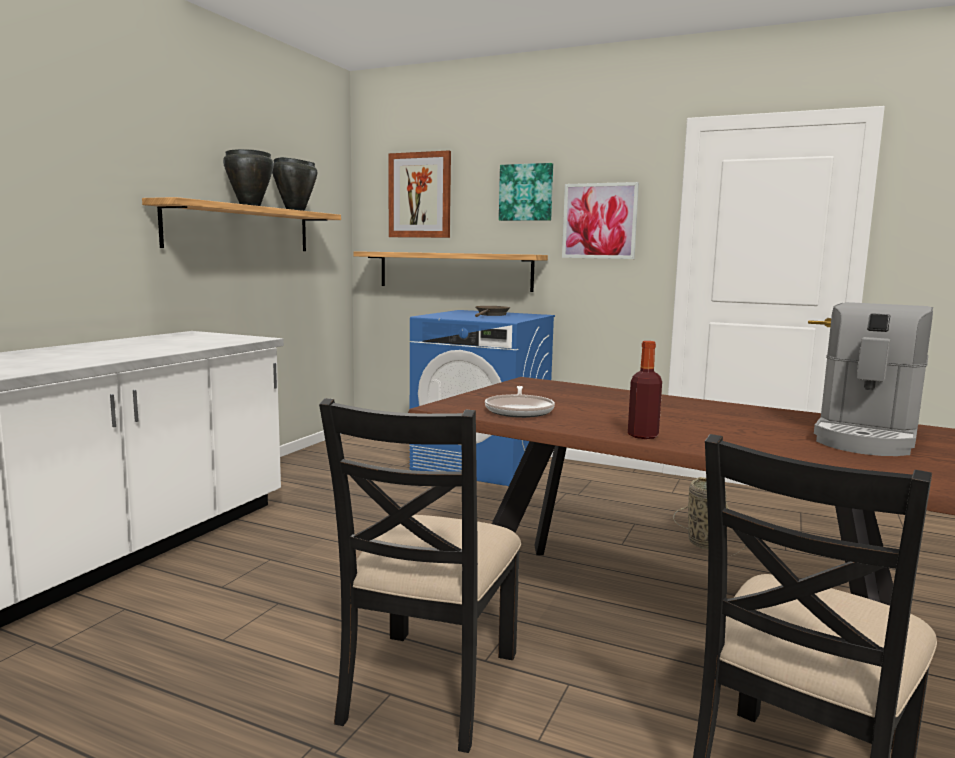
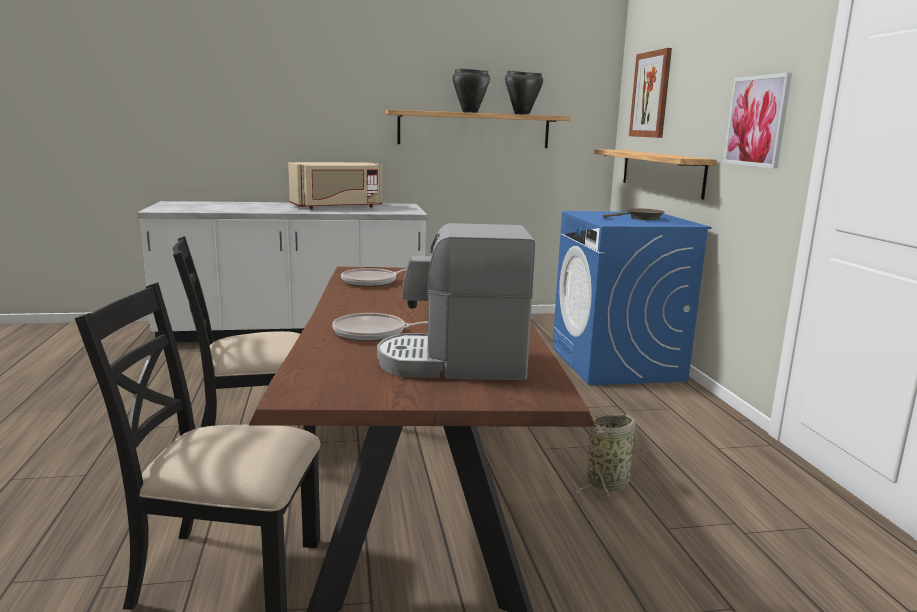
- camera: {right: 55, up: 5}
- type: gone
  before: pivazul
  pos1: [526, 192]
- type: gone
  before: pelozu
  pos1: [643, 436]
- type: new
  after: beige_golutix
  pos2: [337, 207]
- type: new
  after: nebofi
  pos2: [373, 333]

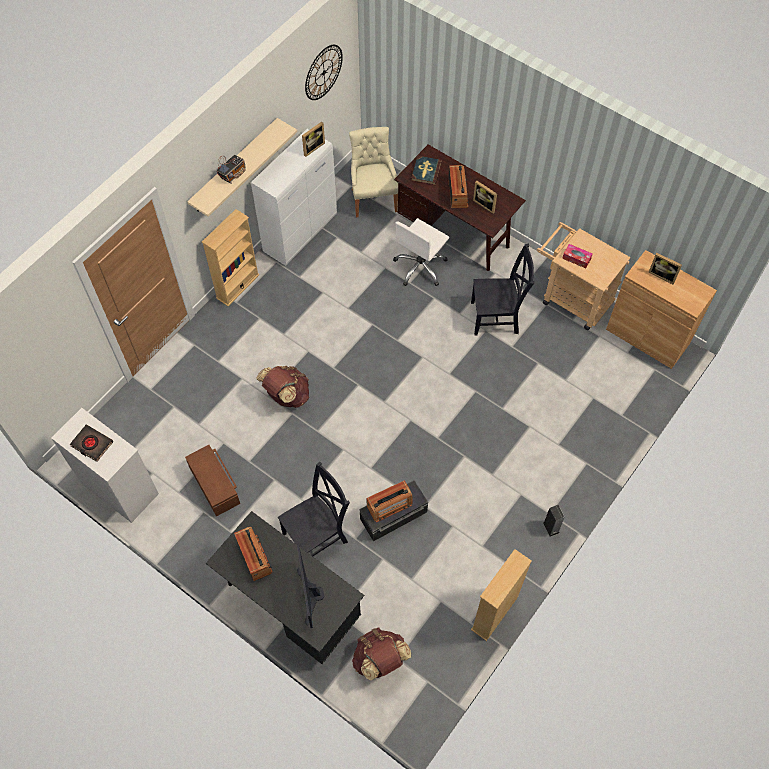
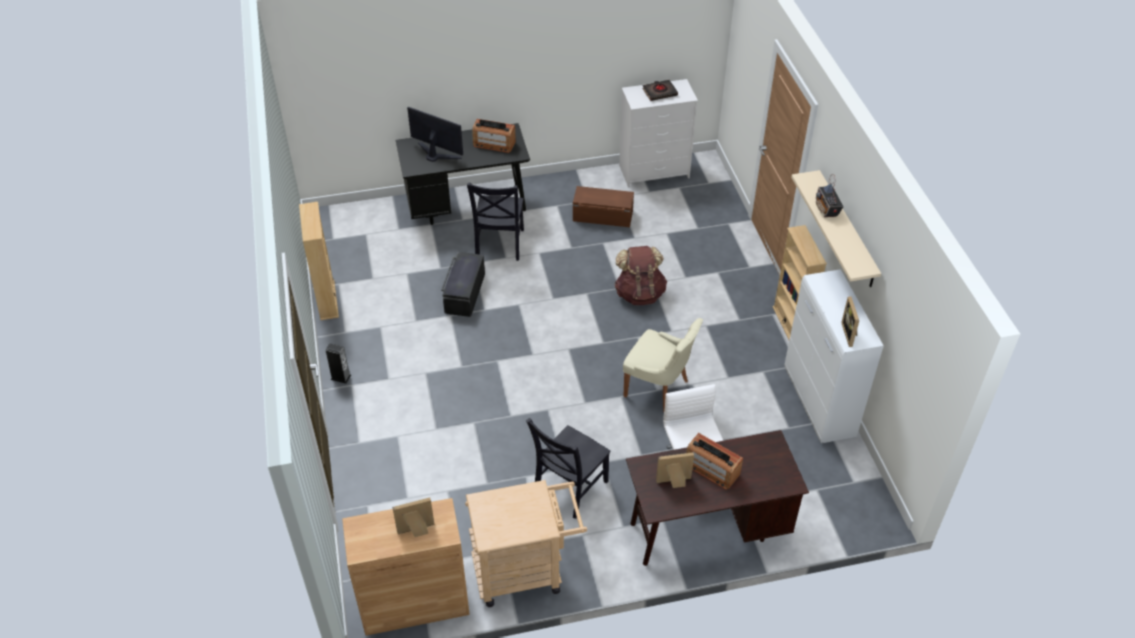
- camera: {right: 130, up: -15}
- type: gone
  before: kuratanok
  pos1: [323, 72]
- type: gone
  before: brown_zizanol
  pos1: [380, 660]
- type: gone
  before: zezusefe
  pos1: [389, 505]
- type: gone
  before: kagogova
  pos1: [426, 171]
- type: gone
  before: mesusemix
  pos1: [576, 258]
- type: shifted
  before: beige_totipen
  pos1: [373, 198]
  pos2: [658, 389]

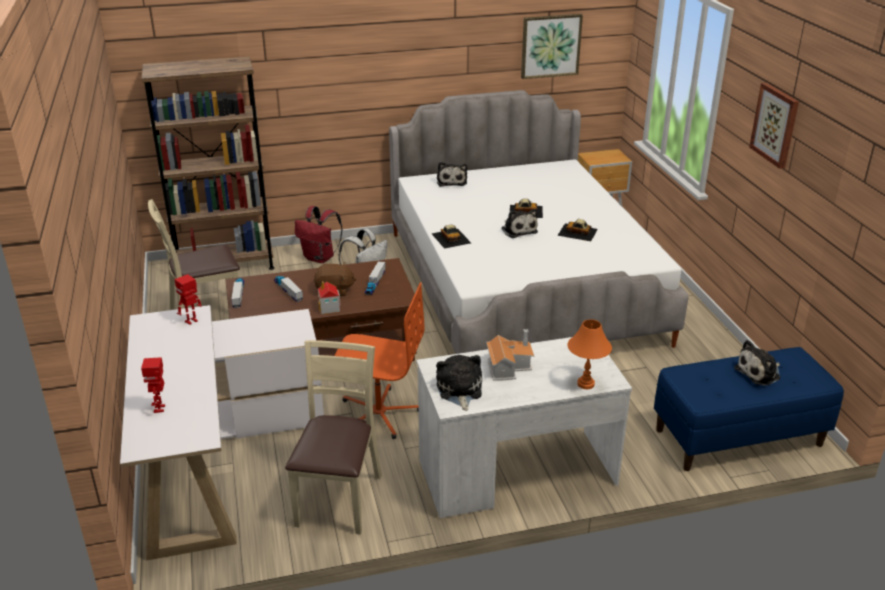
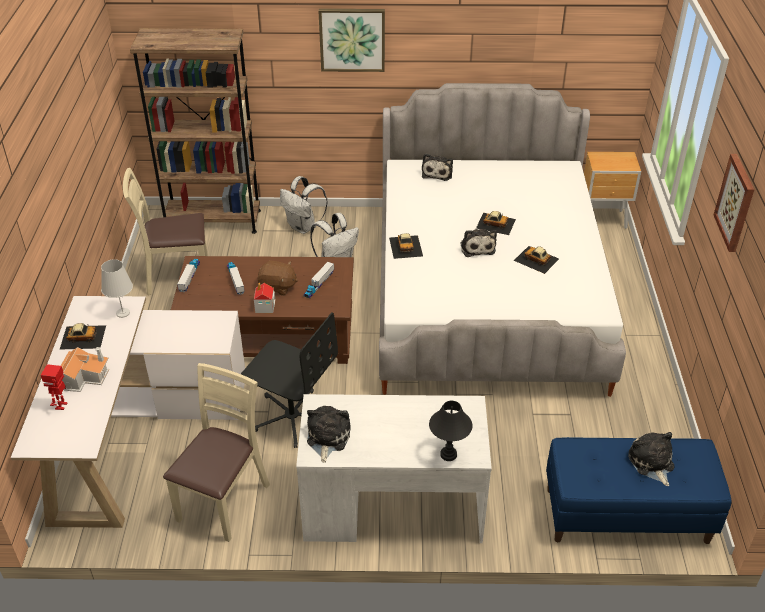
- camera: {right: 15, up: 10}
- type: new
  after: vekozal
  pos2: [82, 337]
- type: shifted
  before: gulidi
  pos1: [508, 366]
  pos2: [84, 376]
- type: shifted
  before: pivazul
  pos1: [550, 46]
  pos2: [352, 39]
- type: swapped
  before: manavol
  after: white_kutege
  pos1: [191, 321]
  pos2: [122, 313]
- type: repainted
  before: red_zizanol
  after: white_zizanol
  pos1: [320, 258]
  pos2: [303, 227]
- type: repainted
  before: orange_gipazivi
  after: black_gipazivi
  pos1: [378, 413]
  pos2: [292, 417]
- type: repainted
  before: orange_kutege
  after: black_kutege
  pos1: [585, 384]
  pos2: [448, 454]
- type: rotated
  before: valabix
  pos1: [759, 373]
  pos2: [651, 463]
  turn: 90

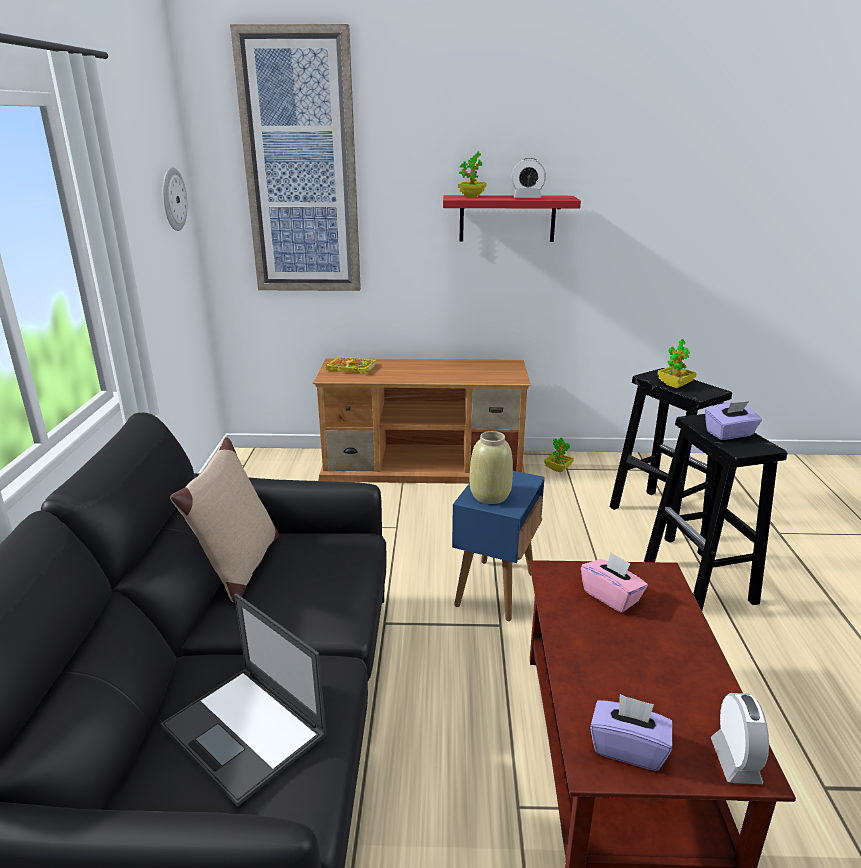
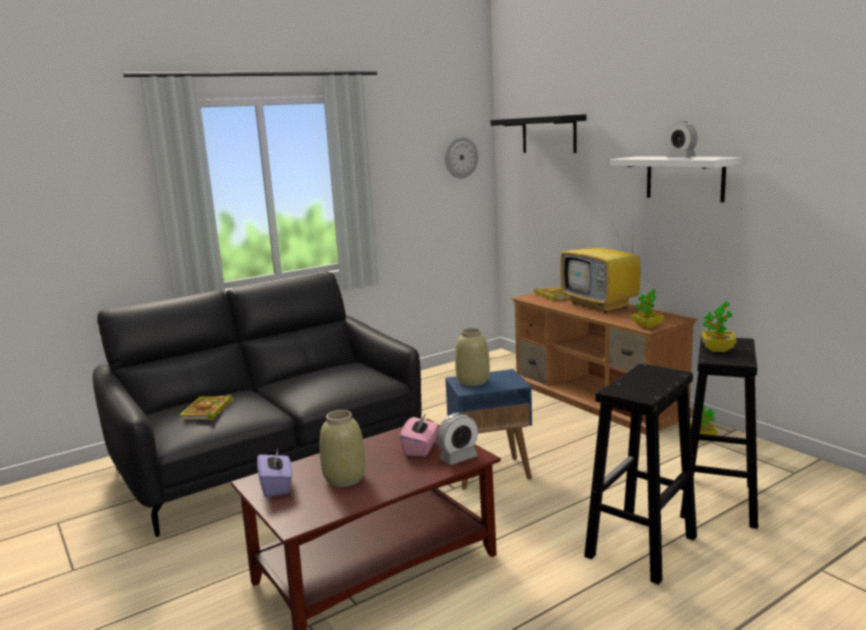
- camera: {right: 55, up: -10}
- type: gone
  before: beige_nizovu
  pos1: [239, 568]
- type: gone
  before: purple_mesusemix
  pos1: [729, 434]
- type: new
  after: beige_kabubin
  pos2: [345, 478]
- type: new
  after: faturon
  pos2: [601, 306]
- type: shifted
  before: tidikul
  pos1: [472, 196]
  pos2: [647, 326]
- type: shifted
  before: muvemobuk
  pos1: [735, 761]
  pos2: [458, 458]
- type: swapped
  before: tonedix
  after: kagogova
  pos1: [246, 732]
  pos2: [207, 411]
- type: swapped
  before: pivazul
  after: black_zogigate
  pos1: [301, 166]
  pos2: [549, 134]
- type: repainted
  before: red_zogigate
  after: white_zogigate
  pos1: [507, 218]
  pos2: [684, 178]

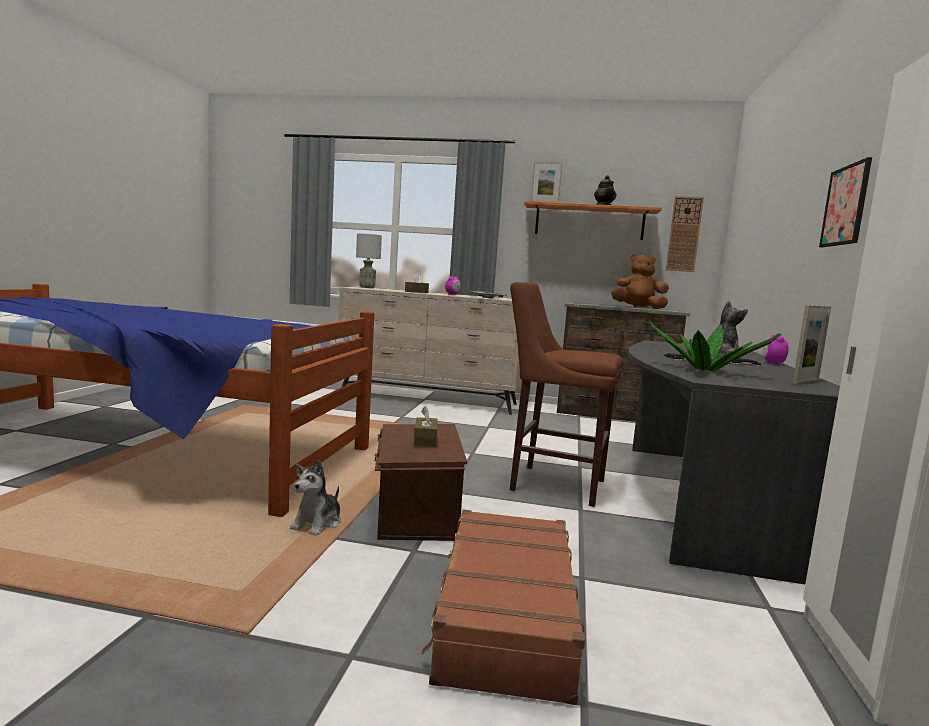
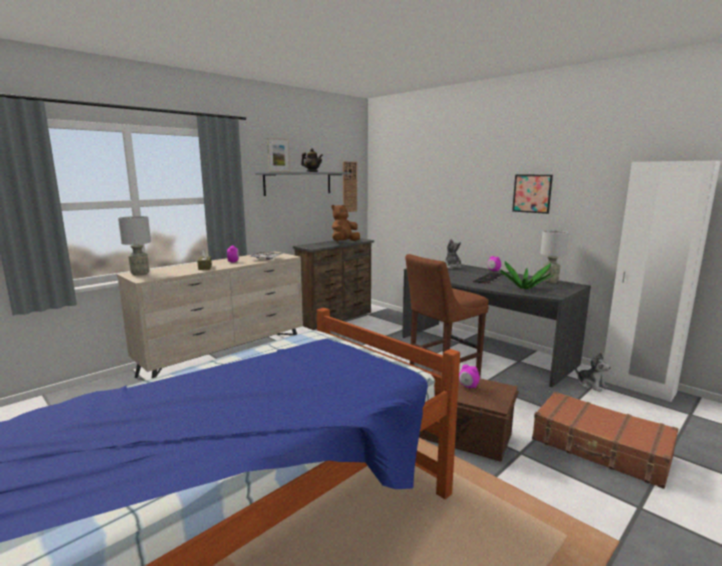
- camera: {right: -55, up: 5}
- type: shifted
  before: valabix
  pos1: [317, 524]
  pos2: [591, 385]
- type: swapped
  before: brown_mesusemix
  after: muvemobuk
  pos1: [425, 440]
  pos2: [468, 387]
- type: swapped
  before: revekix
  after: grey_kutege
  pos1: [806, 381]
  pos2: [549, 281]
- type: repainted
  before: orange_zogigate
  after: grey_zogigate
  pos1: [589, 222]
  pos2: [298, 183]

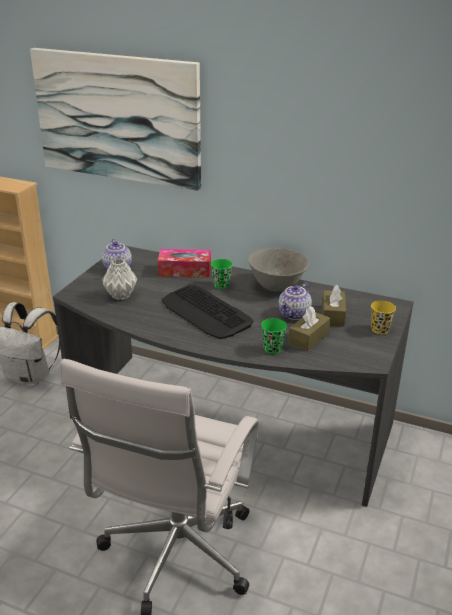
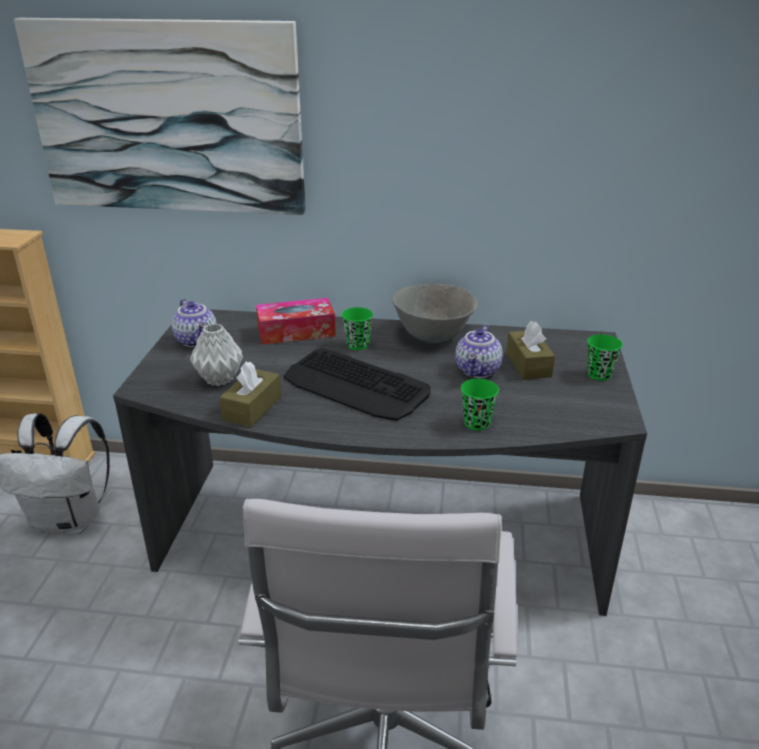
- camera: {right: -15, up: 0}
- type: shifted
  before: brown_mesusemix
  pos1: [308, 338]
  pos2: [252, 408]
- type: repainted
  before: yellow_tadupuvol
  after: green_tadupuvol
  pos1: [380, 330]
  pos2: [599, 374]

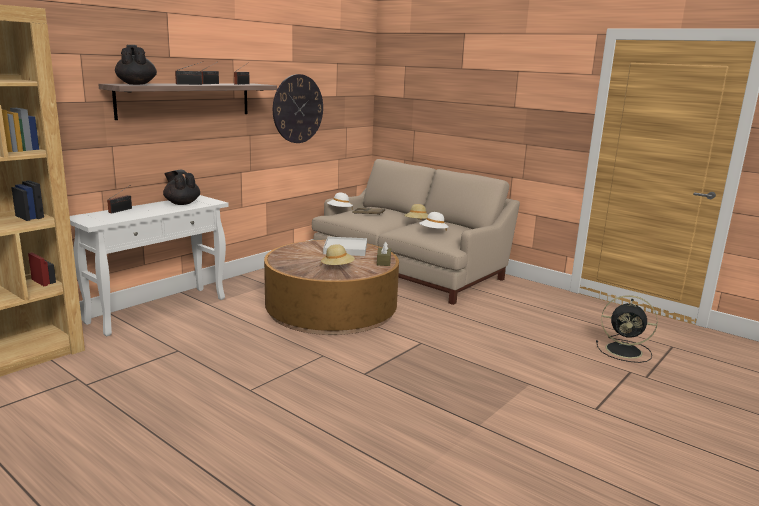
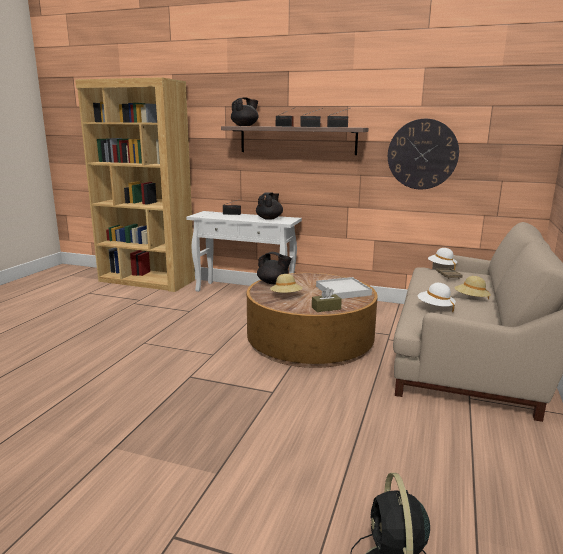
- camera: {right: 70, up: 0}
- type: new
  after: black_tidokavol
  pos2: [273, 282]

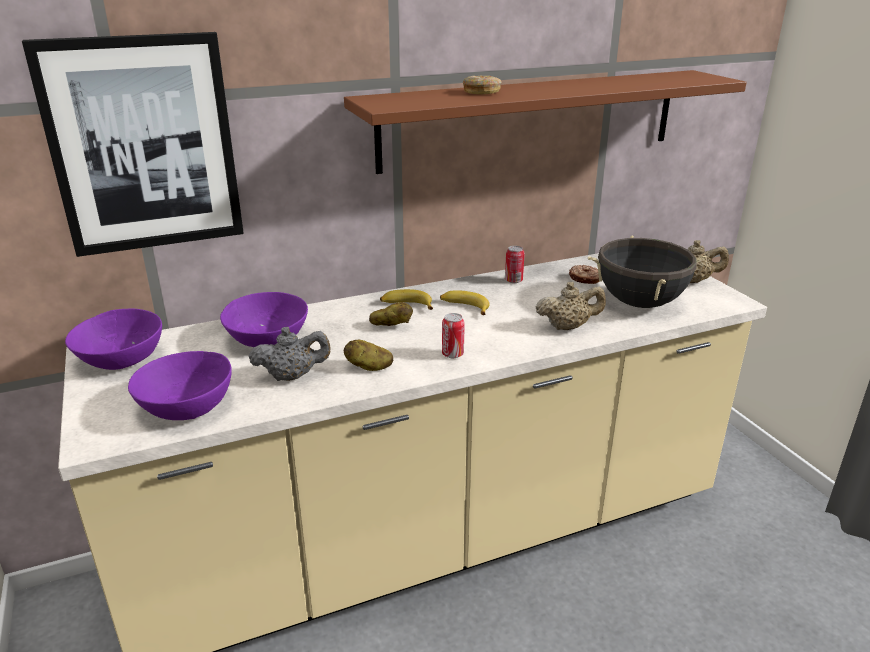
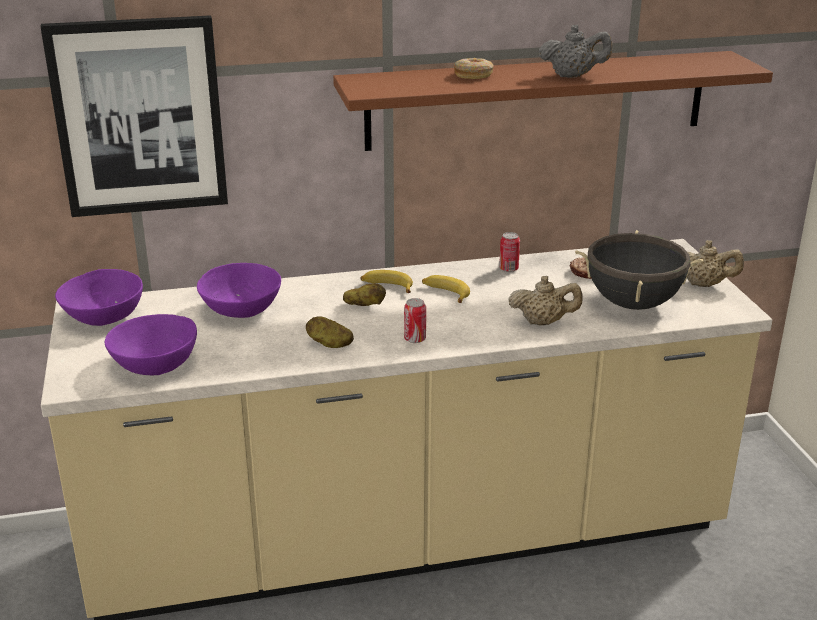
- camera: {right: 10, up: 0}
- type: shifted
  before: grey_tidokavol
  pos1: [292, 376]
  pos2: [573, 76]

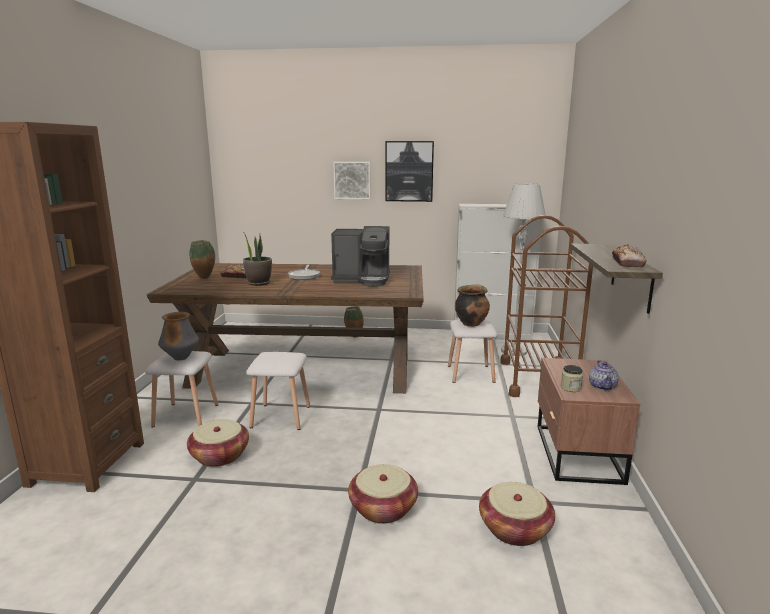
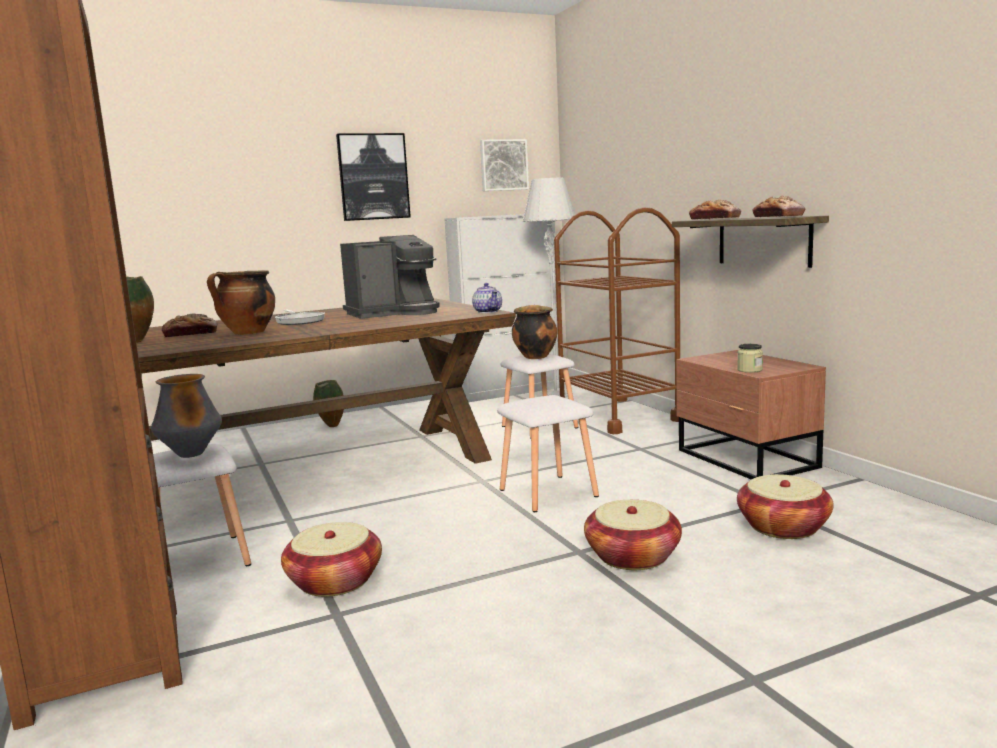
- camera: {right: -30, up: -5}
- type: new
  after: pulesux
  pos2: [714, 219]
- type: shifted
  before: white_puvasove
  pos1: [279, 417]
  pos2: [547, 493]
- type: shifted
  before: pivazul
  pos1: [352, 180]
  pos2: [503, 165]
- type: shifted
  before: tidokavol
  pos1: [602, 386]
  pos2: [488, 311]
- type: swapped
  before: tidikul
  after: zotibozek
  pos1: [258, 283]
  pos2: [247, 333]

